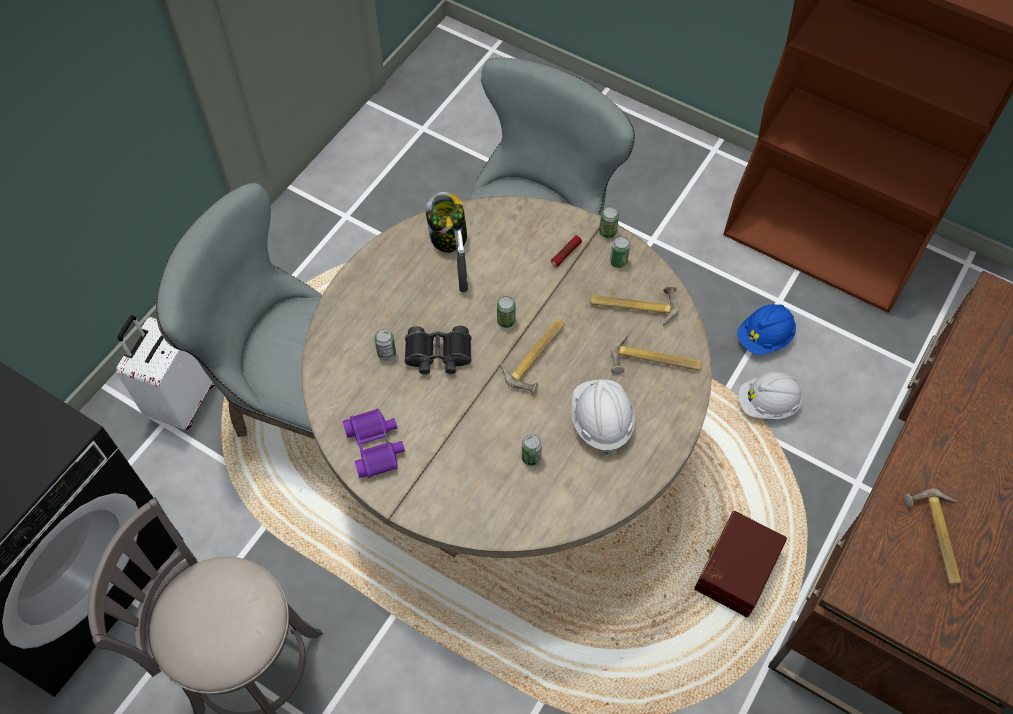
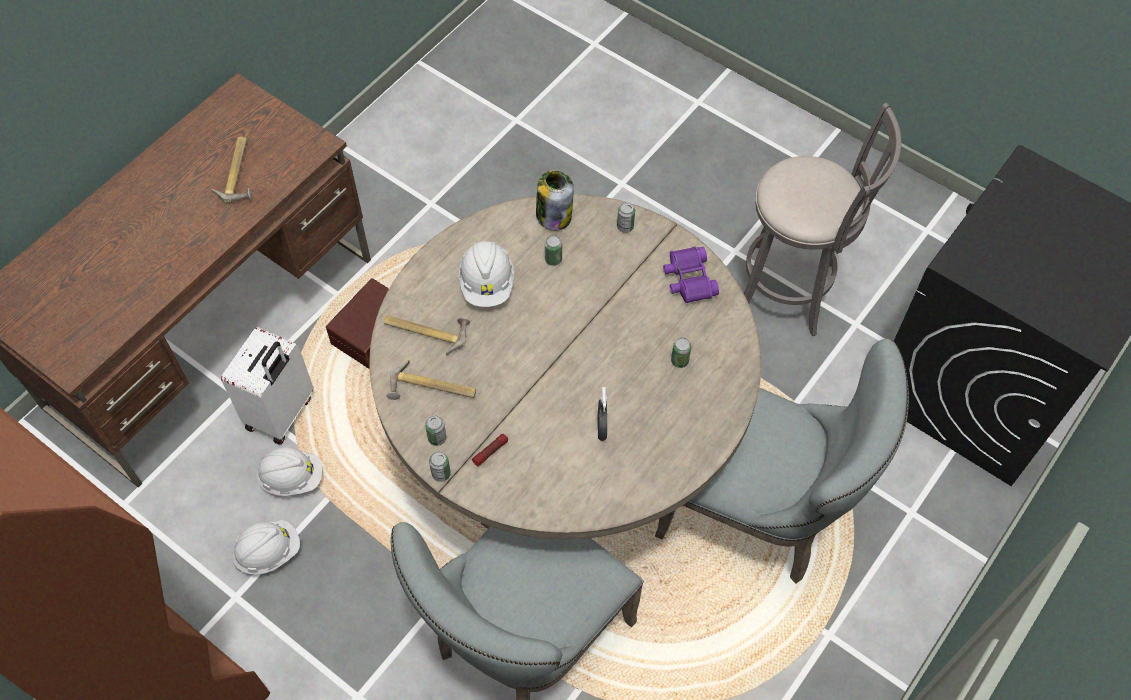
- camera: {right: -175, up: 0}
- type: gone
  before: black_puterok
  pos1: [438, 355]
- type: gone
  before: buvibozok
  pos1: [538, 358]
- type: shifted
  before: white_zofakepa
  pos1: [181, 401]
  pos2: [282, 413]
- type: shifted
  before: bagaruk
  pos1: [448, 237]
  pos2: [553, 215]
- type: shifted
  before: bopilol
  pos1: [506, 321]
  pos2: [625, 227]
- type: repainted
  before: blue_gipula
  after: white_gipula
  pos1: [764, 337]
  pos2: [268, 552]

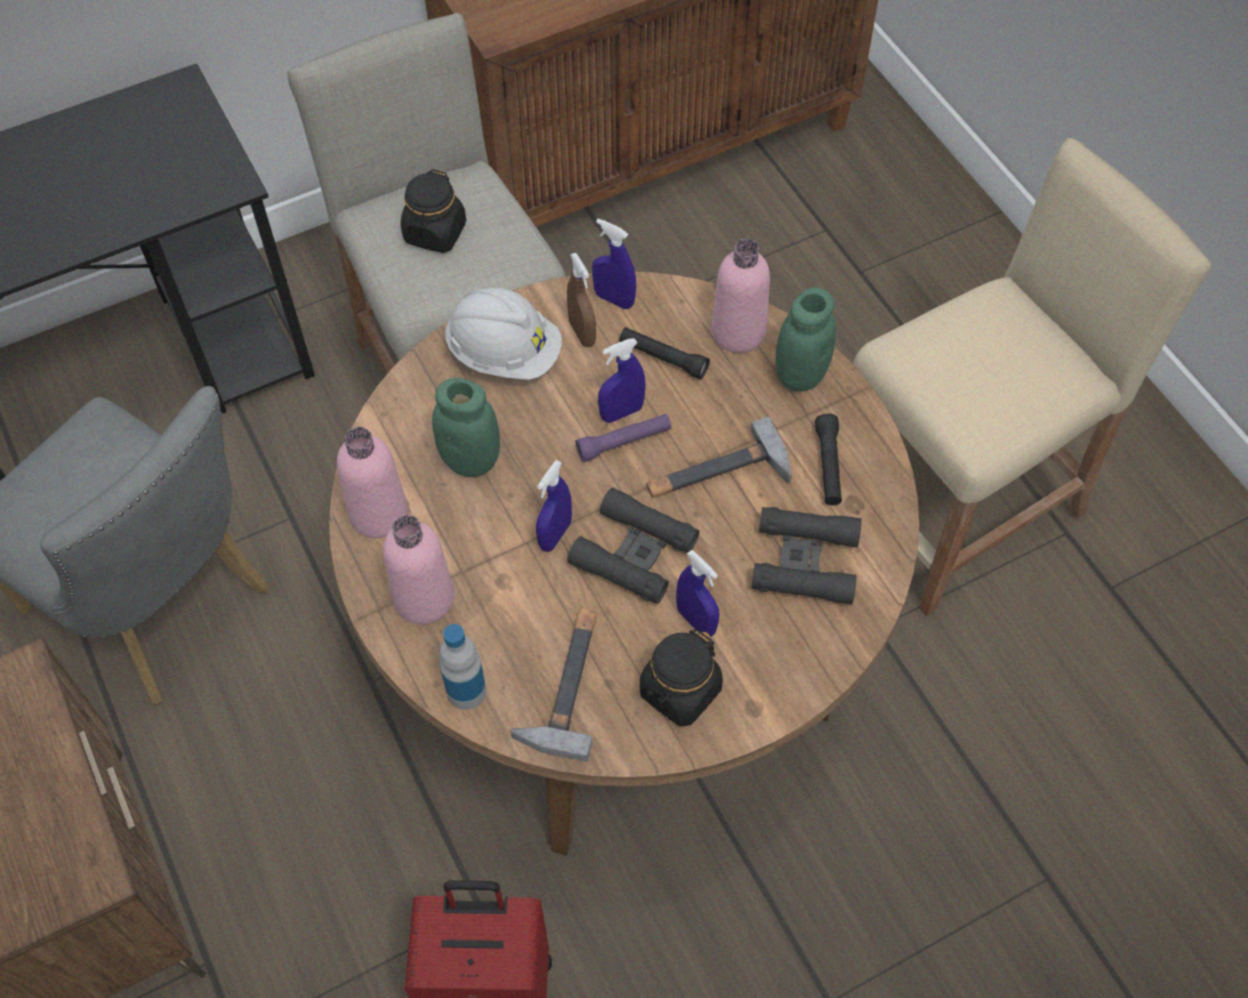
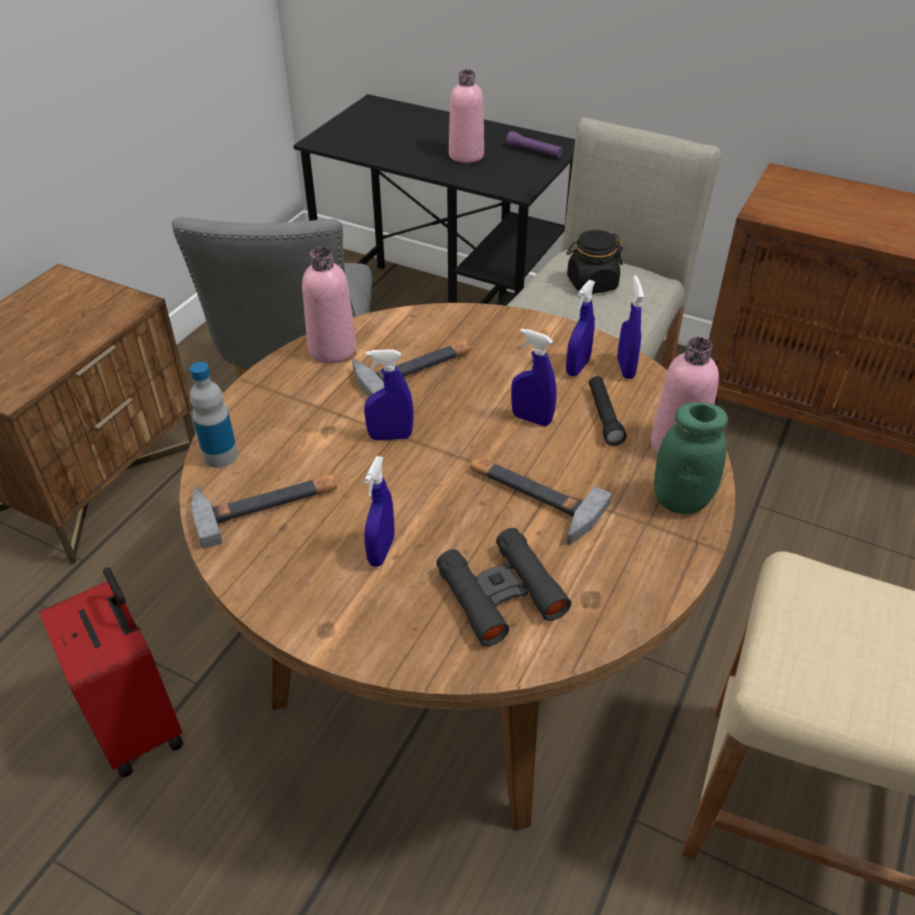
- camera: {right: 55, up: -15}
- type: gone
  before: white_gipula
  pos1: [504, 354]
- type: gone
  before: black_puterok
  pos1: [634, 553]
- type: gone
  before: black_bagaruk
  pos1: [680, 691]
- type: gone
  before: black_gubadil
  pos1: [828, 466]
- type: shifted
  before: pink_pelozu
  pos1: [424, 598]
  pos2: [466, 155]
- type: shifted
  before: purple_gubadil
  pos1: [624, 442]
  pos2: [534, 152]
- type: swapped
  before: green_bagaruk
  after: buvibozok
  pos1: [471, 460]
  pos2: [414, 368]
- type: repainted
  before: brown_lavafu
  after: blue_lavafu
  pos1: [582, 333]
  pos2: [577, 367]

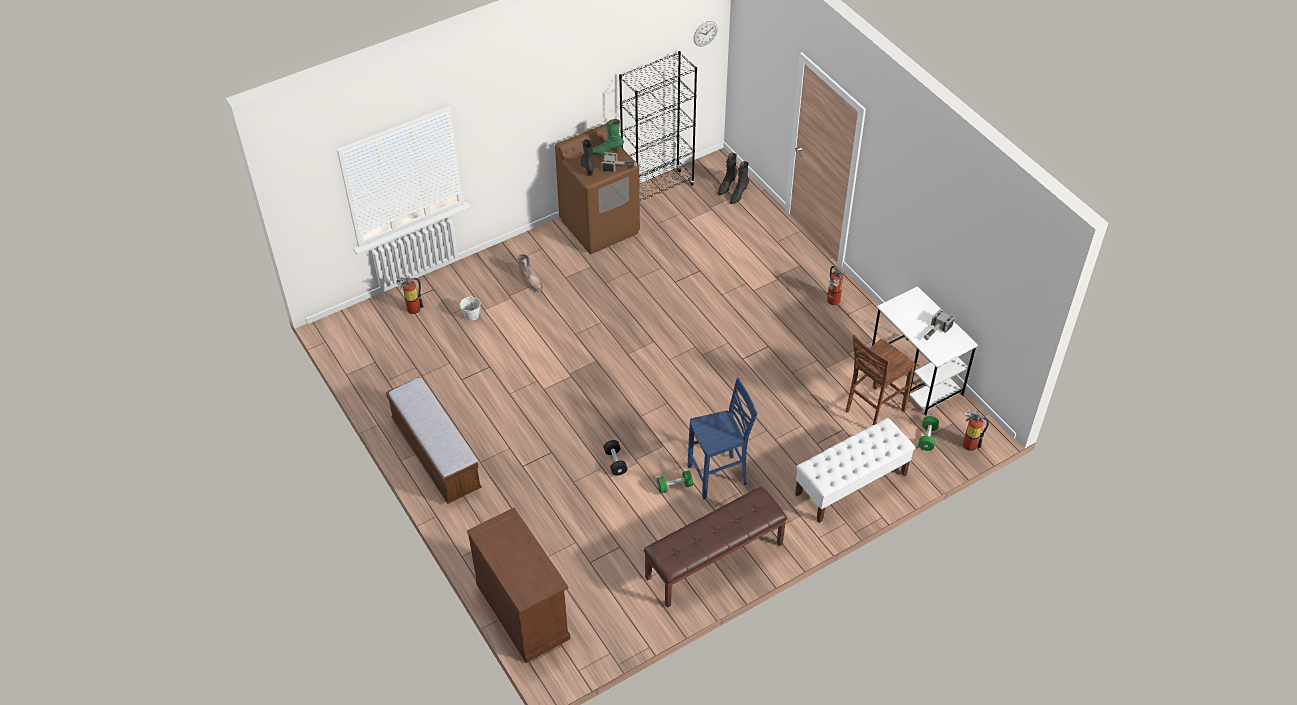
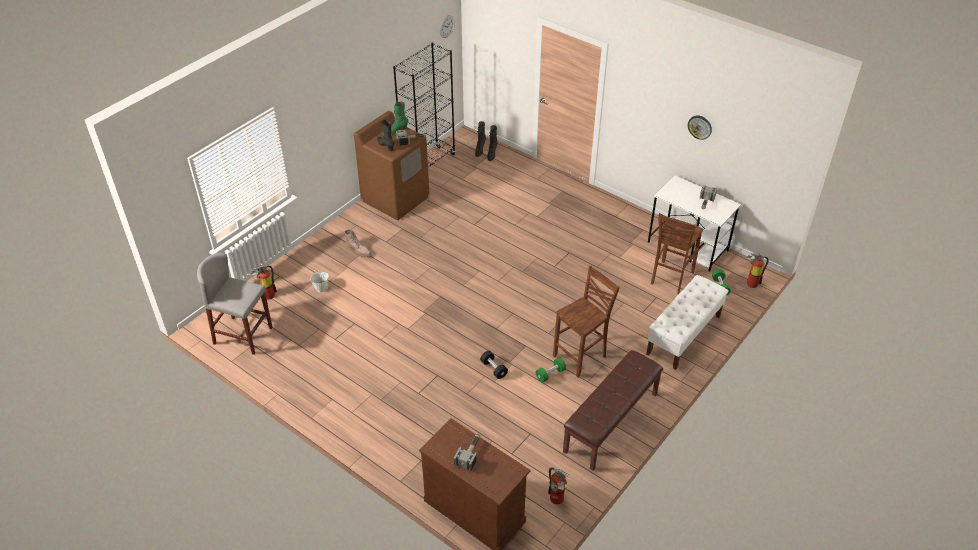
- camera: {right: -20, up: -5}
- type: gone
  before: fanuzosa
  pos1: [436, 454]
- type: new
  after: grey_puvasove
  pos2: [243, 335]
- type: new
  after: buvibozok
  pos2: [470, 453]
- type: new
  after: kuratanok
  pos2: [700, 127]
- type: shifted
  before: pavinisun
  pos1: [833, 302]
  pos2: [557, 500]
- type: repainted
  before: blue_puvasove
  after: brown_puvasove
  pos1: [719, 476]
  pos2: [581, 357]

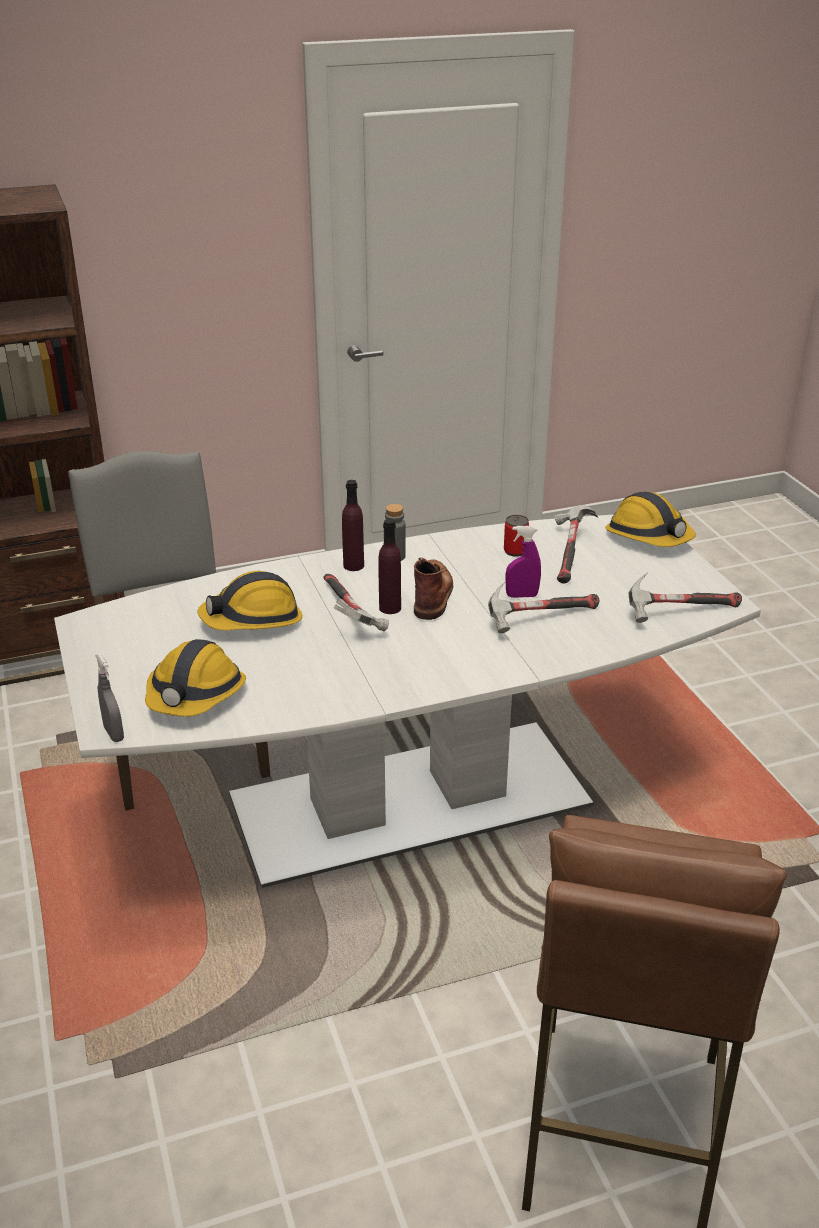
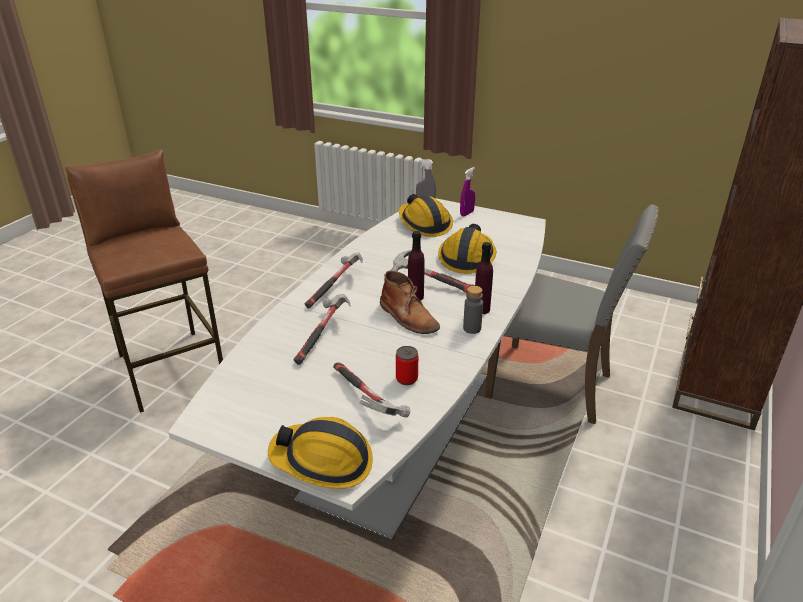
- camera: {right: 135, up: 0}
- type: shifted
  before: purple_lavafu
  pos1: [521, 596]
  pos2: [467, 213]
- type: shifted
  before: buvibozok
  pos1: [679, 612]
  pos2: [336, 287]

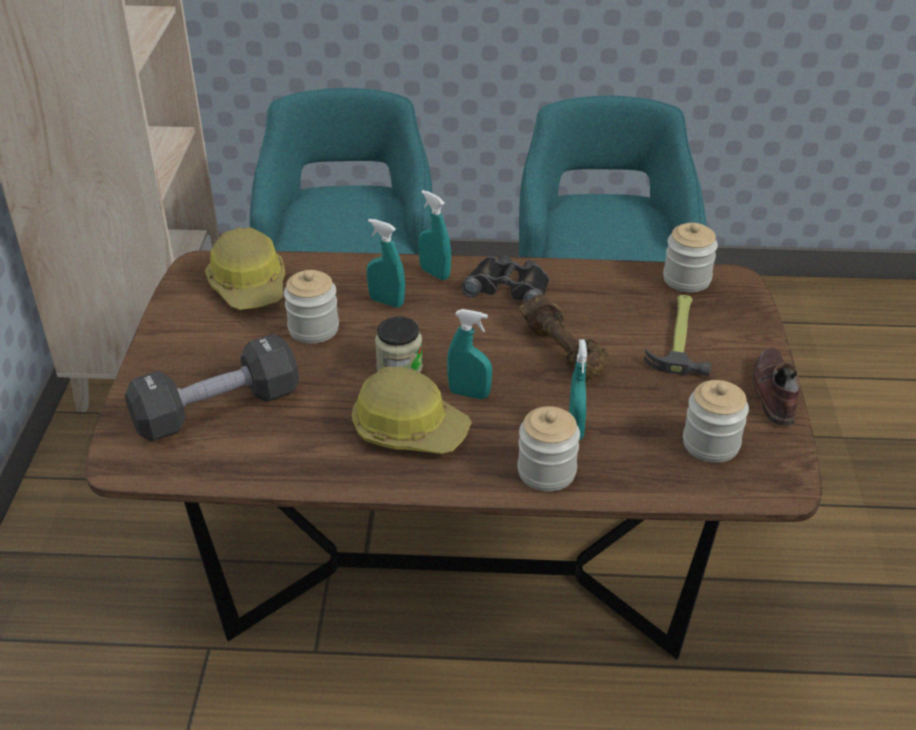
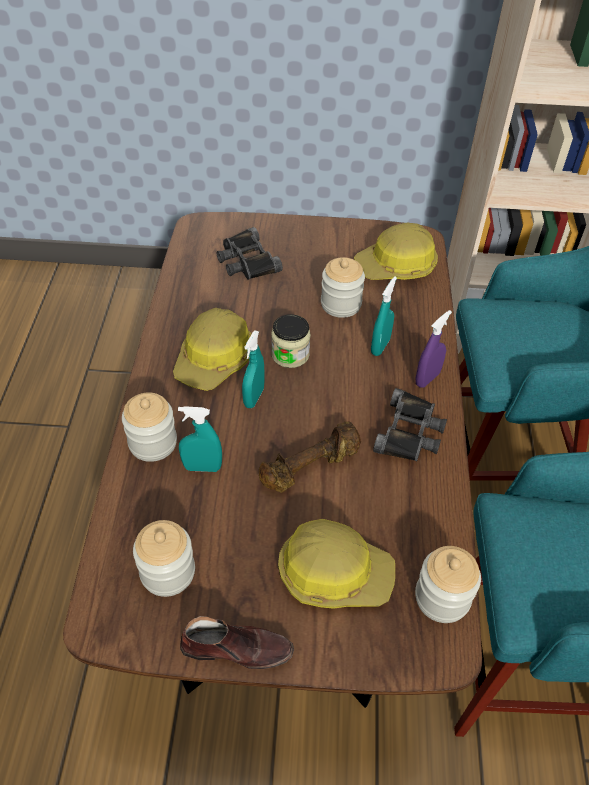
- camera: {right: 90, up: 10}
- type: swapped
  before: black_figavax
  after: black_puterok
  pos1: [217, 409]
  pos2: [246, 261]
- type: swapped
  before: buvibozok
  after: gipula
  pos1: [680, 337]
  pos2: [334, 572]
- type: repainted
  before: turquoise_lavafu
  after: purple_lavafu
  pos1: [435, 273]
  pos2: [427, 379]

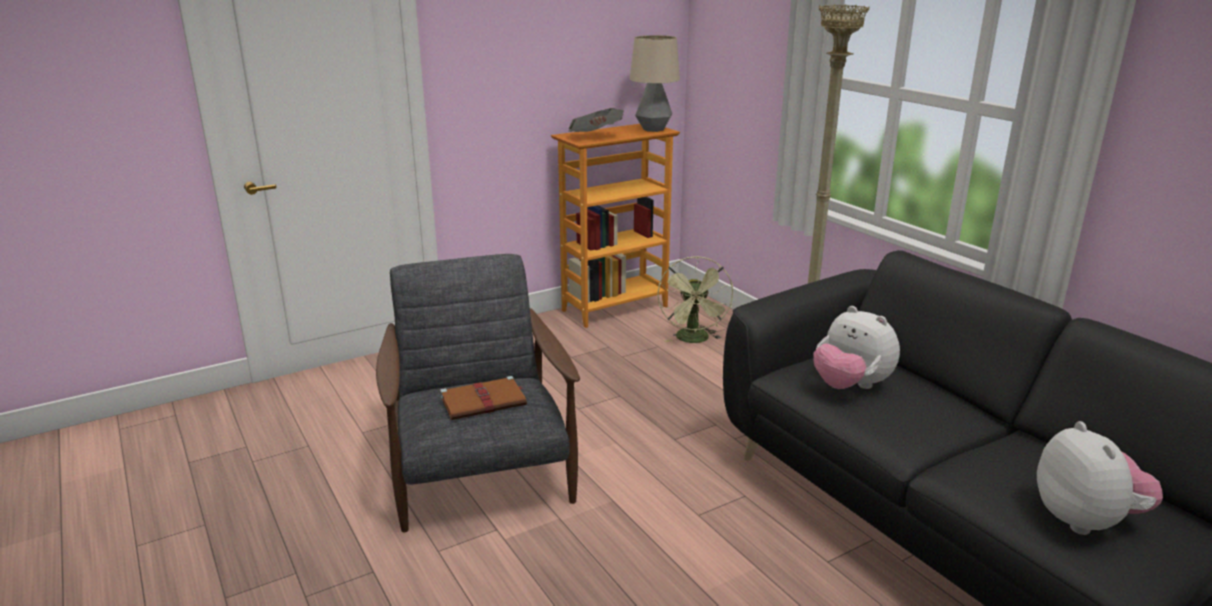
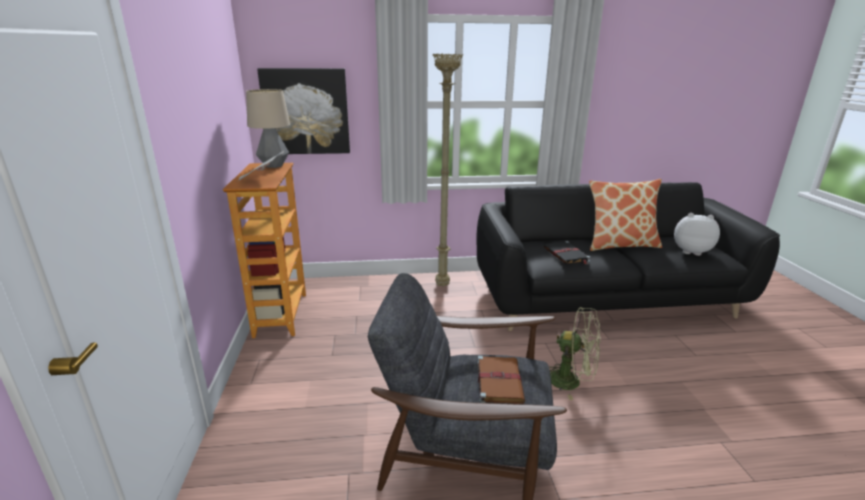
- camera: {right: -65, up: 0}
- type: new
  after: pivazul
  pos2: [306, 111]
- type: new
  after: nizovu
  pos2: [620, 244]
- type: shifted
  before: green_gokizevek
  pos1: [694, 340]
  pos2: [571, 381]
- type: swapped
  before: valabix
  after: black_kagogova
  pos1: [850, 386]
  pos2: [566, 255]

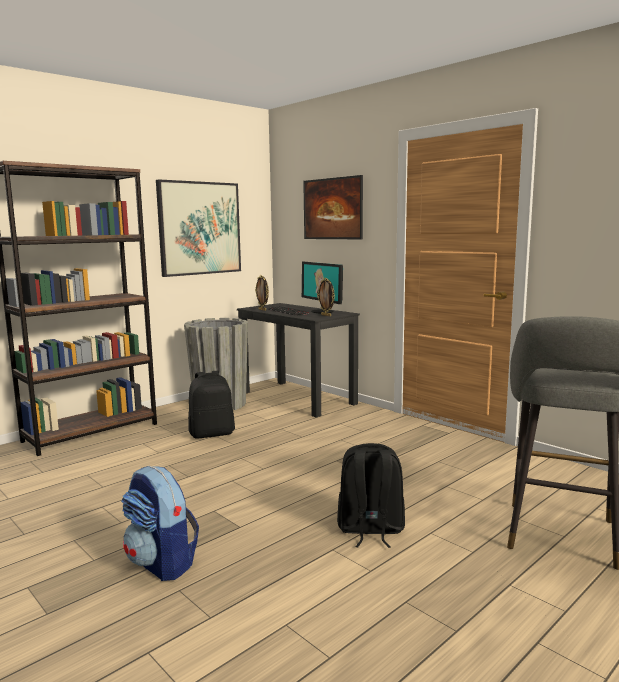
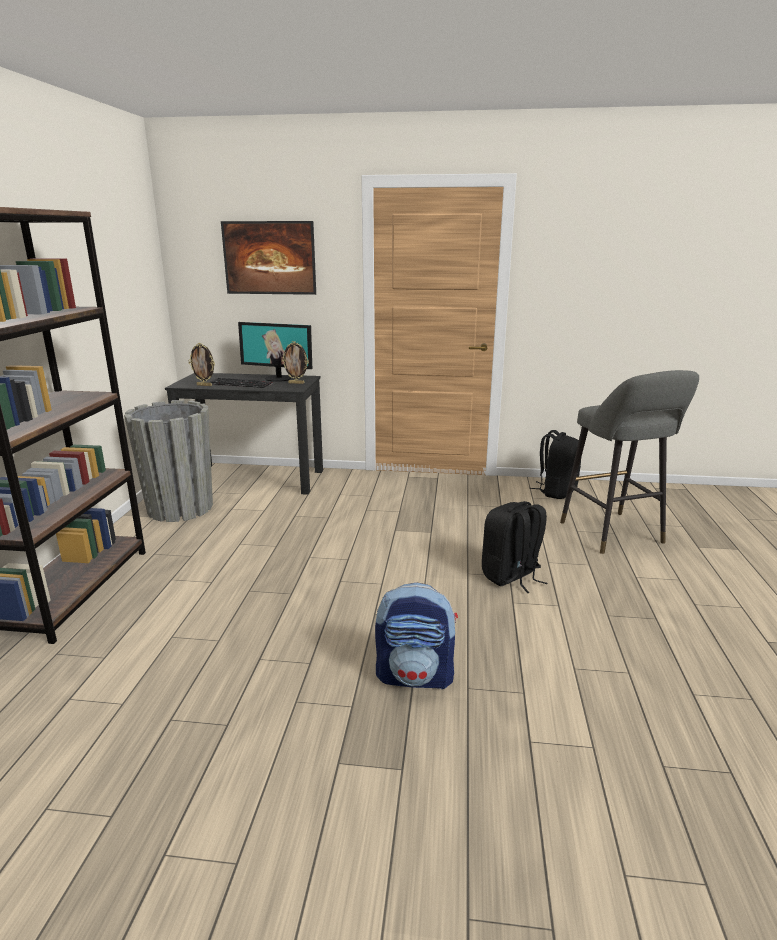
- camera: {right: -40, up: 10}
- type: gone
  before: pivazul
  pos1: [199, 228]
- type: shifted
  before: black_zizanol
  pos1: [212, 433]
  pos2: [556, 491]

